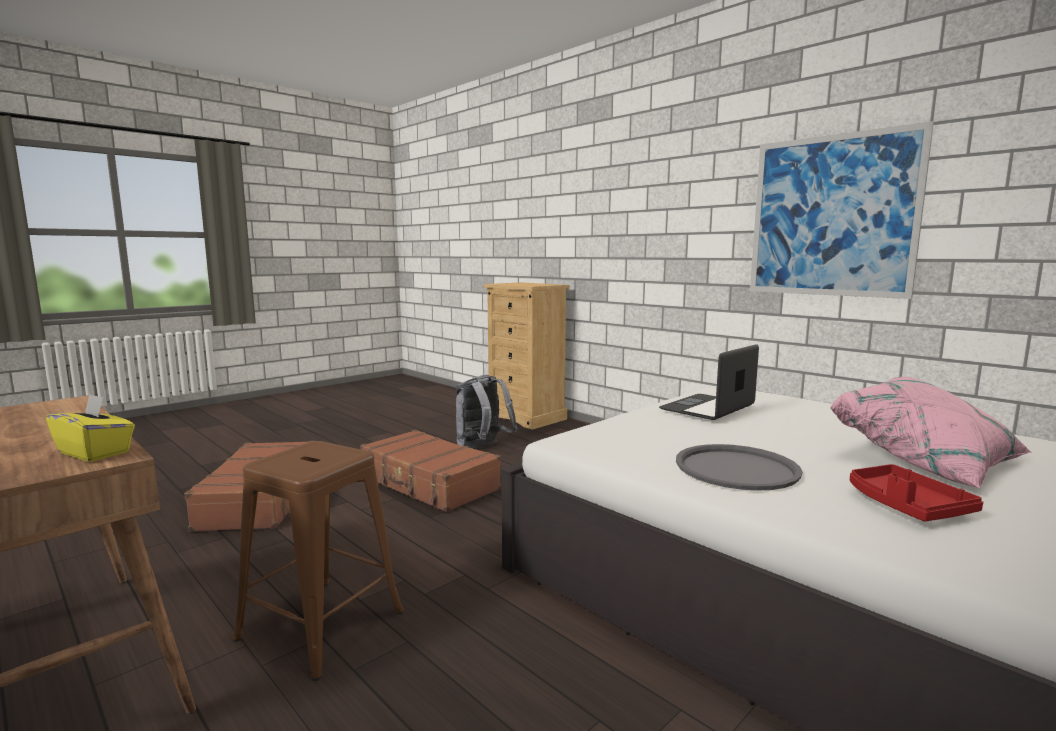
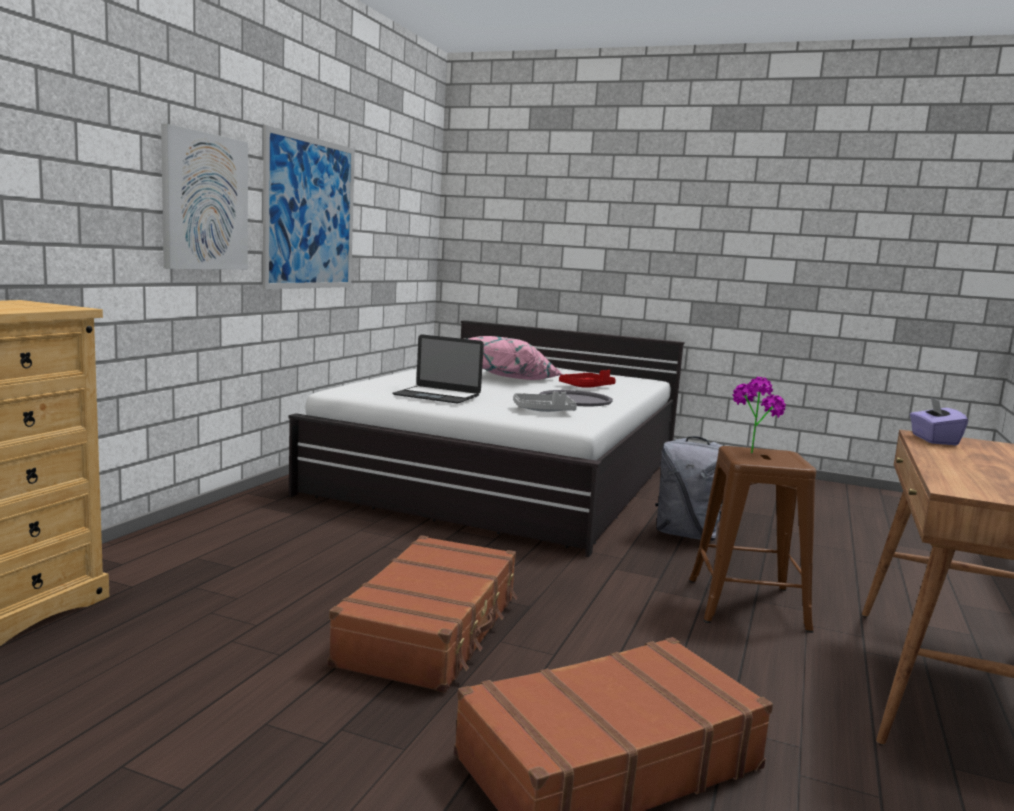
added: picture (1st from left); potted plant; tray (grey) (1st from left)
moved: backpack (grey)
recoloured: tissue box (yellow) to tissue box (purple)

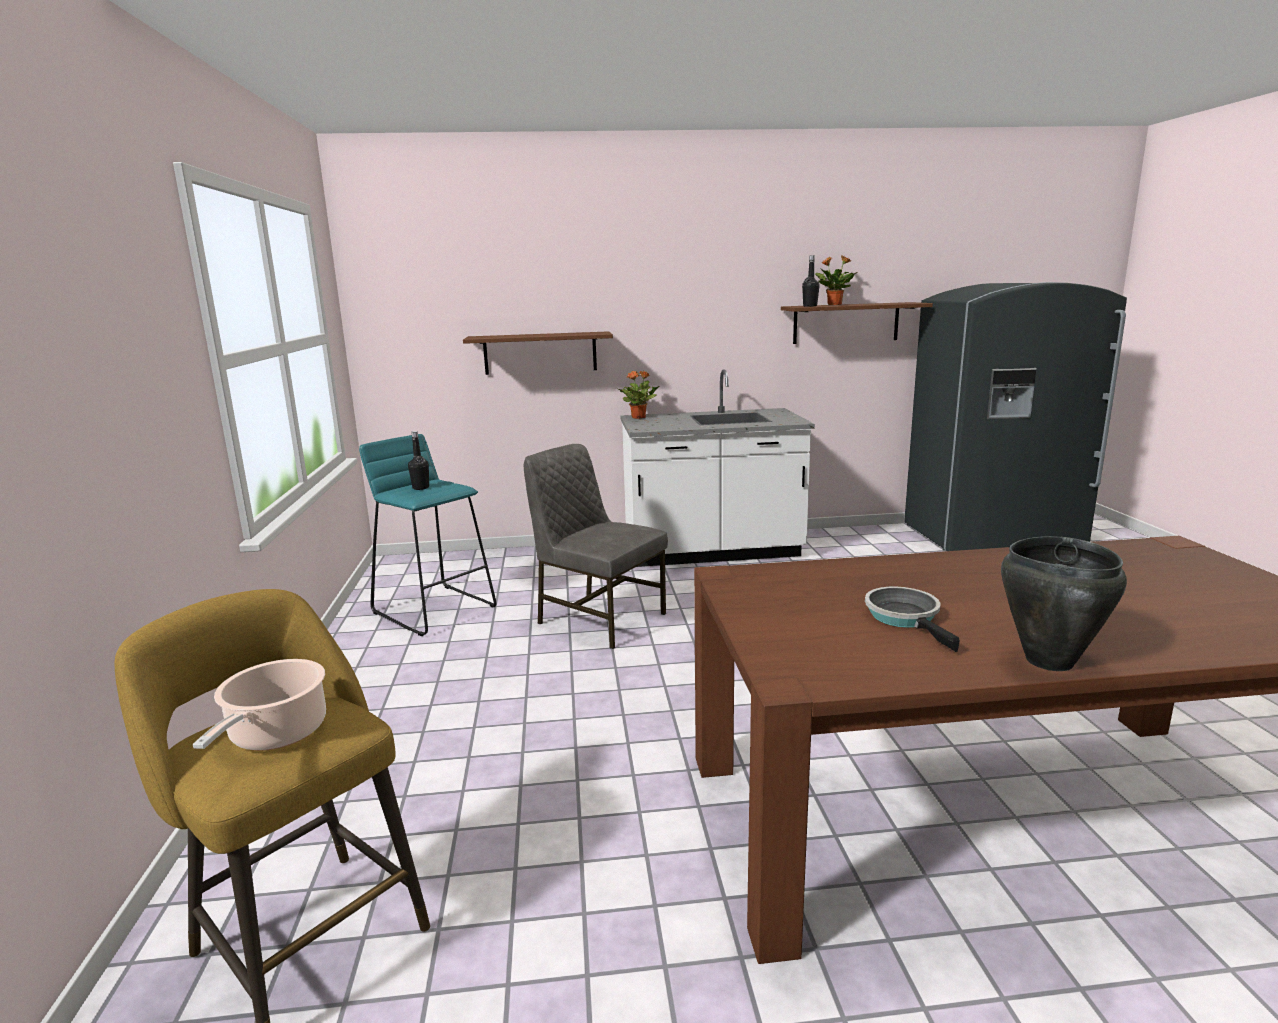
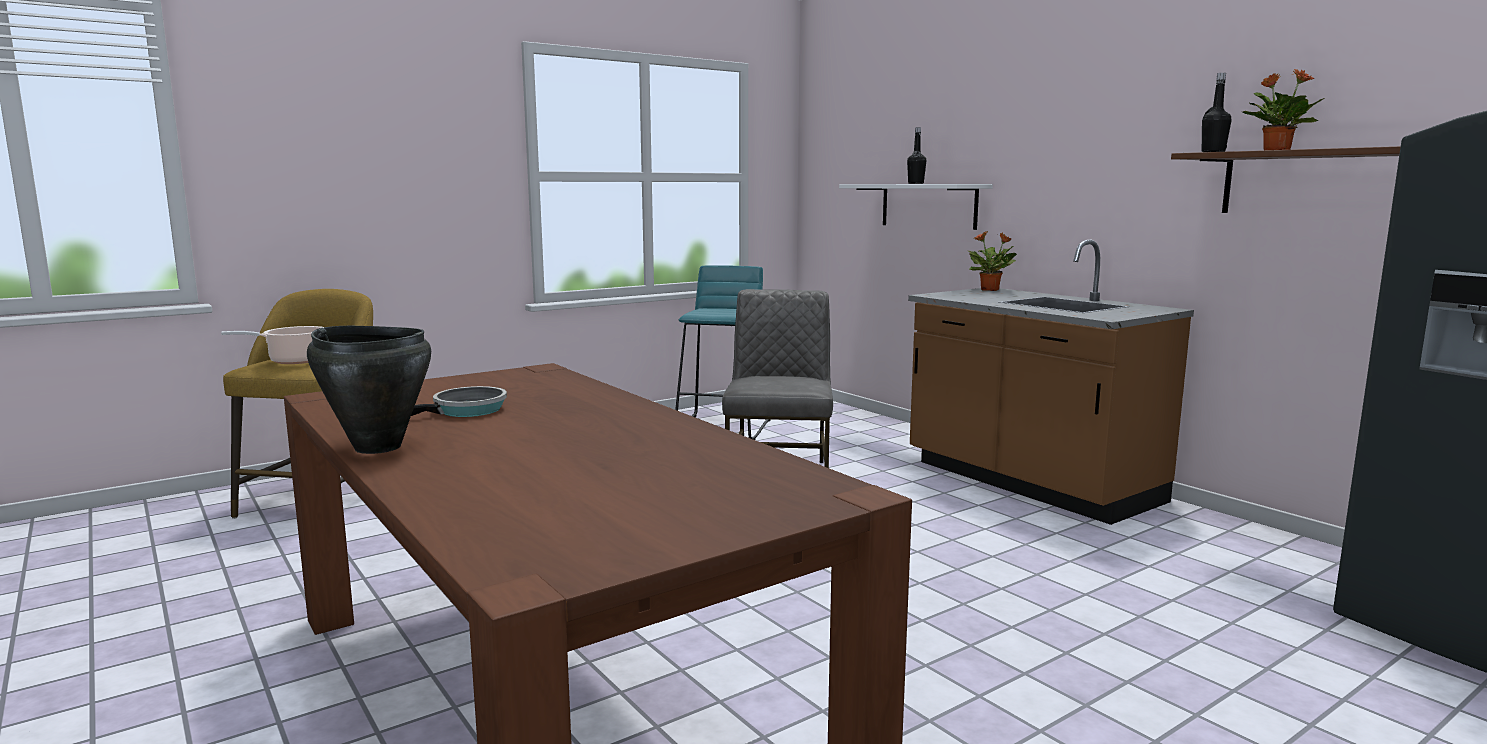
moved: bottle (black) (1st from left)
recoloured: shelf (brown) (1st from left) to shelf (white); counter (white) to counter (brown)

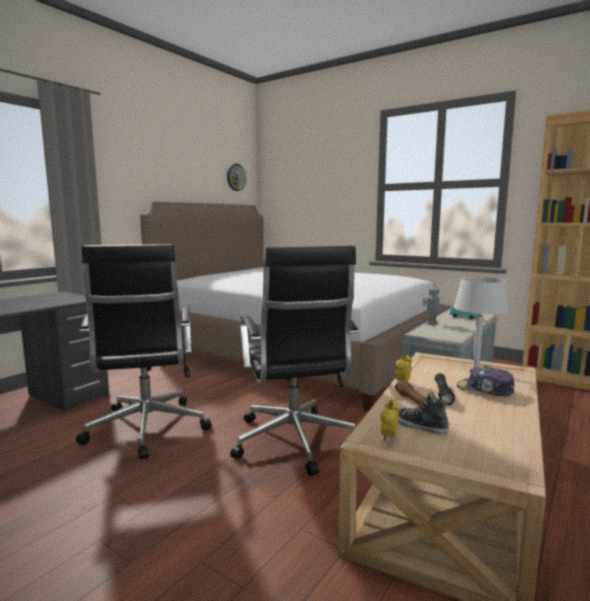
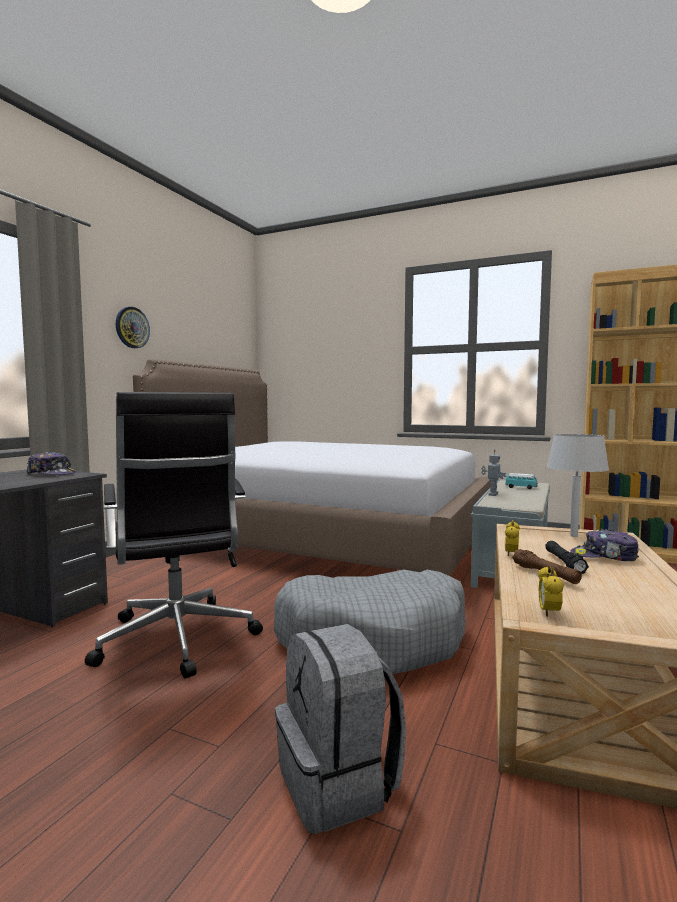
removed: shoe
added: cap (1st from left); backpack (grey)
moved: wall clock
replaced: office chair (black) (2nd from left) to dog bed (grey)

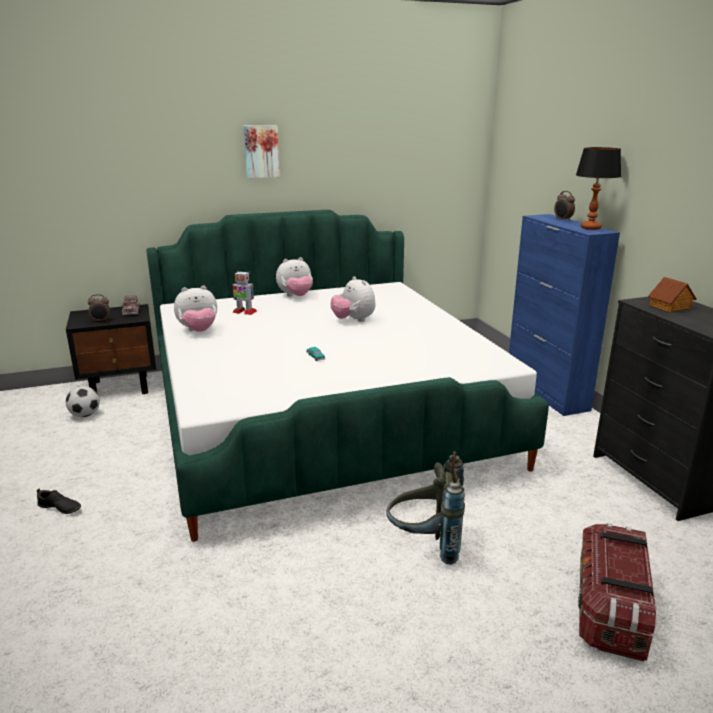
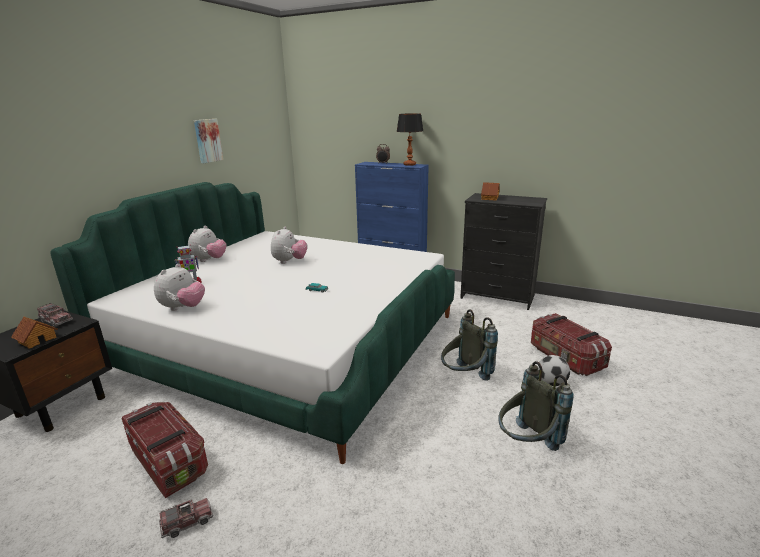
added: backpack (grey) (2nd from left); storage box (1st from left)
moved: picture; football
replaced: alarm clock (1st from left) to toy house (1st from left); shoe (black) to toy truck (2nd from left)
turned: plush toy (3rd from left) 90 degrees counterclockwise

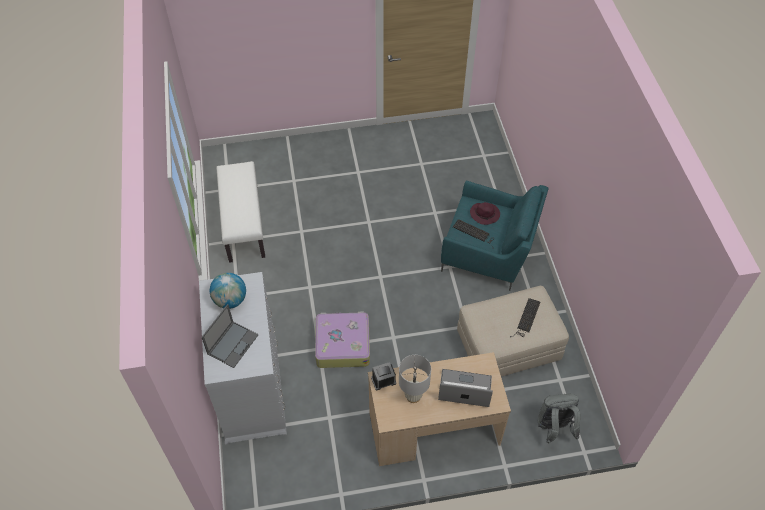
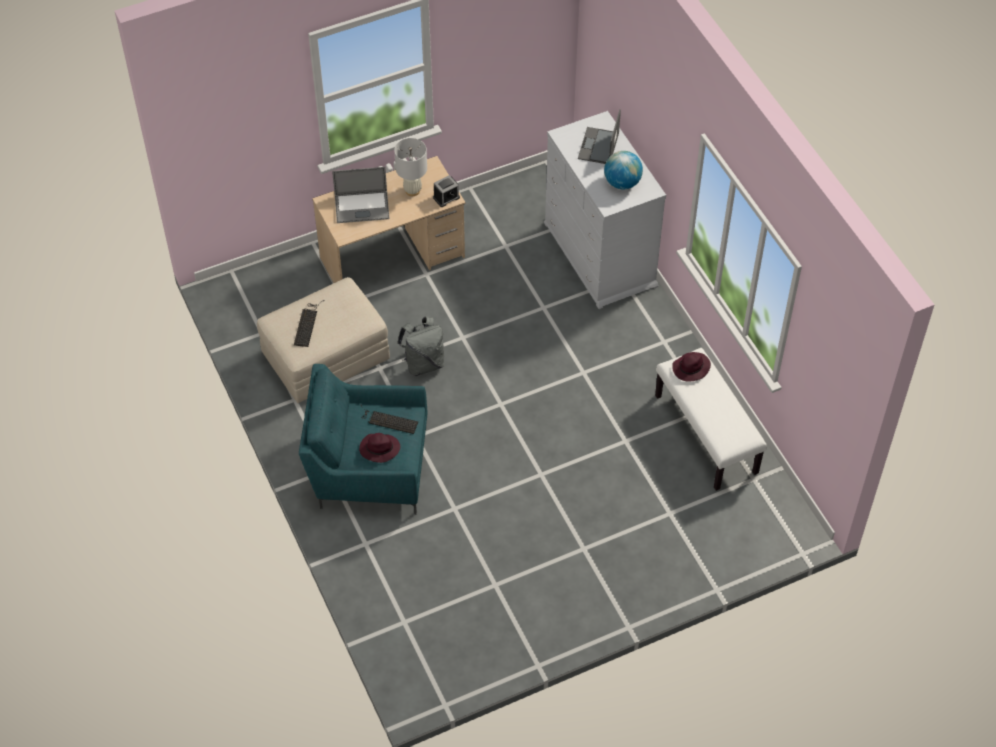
removed: suitcase
added: hat (purple) (2nd from left)
moved: backpack (grey)

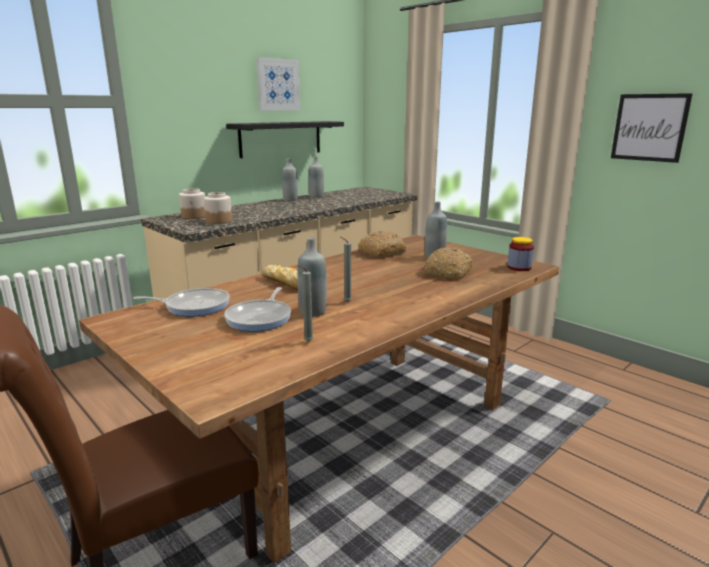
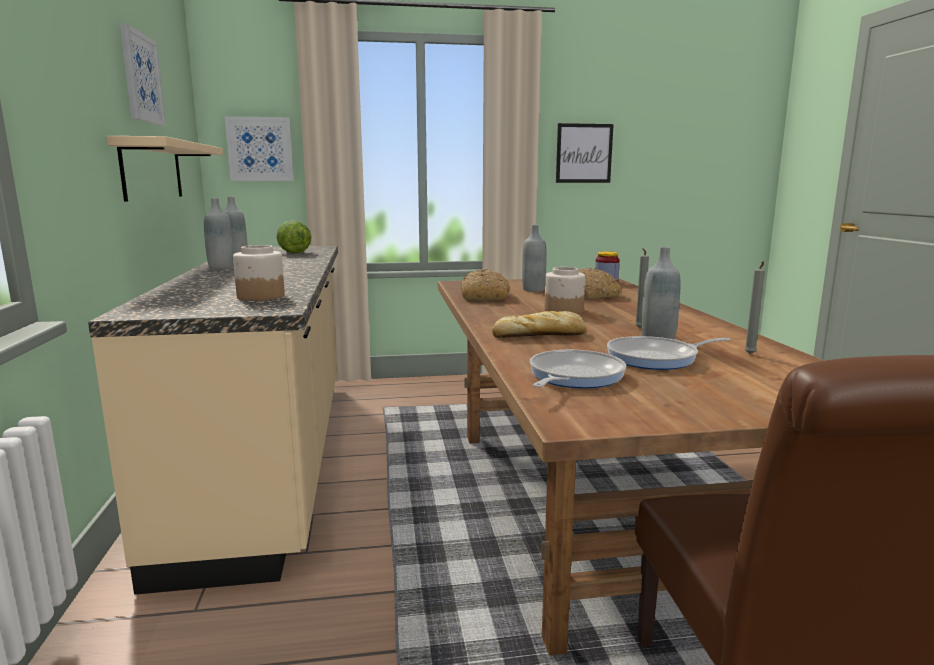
added: picture (2nd from left); lettuce
moved: jar (1st from left in the first image) to jar (2nd from left)
recoloured: shelf (black) to shelf (beige)
turned: frying pan (2nd from left) 120 degrees clockwise

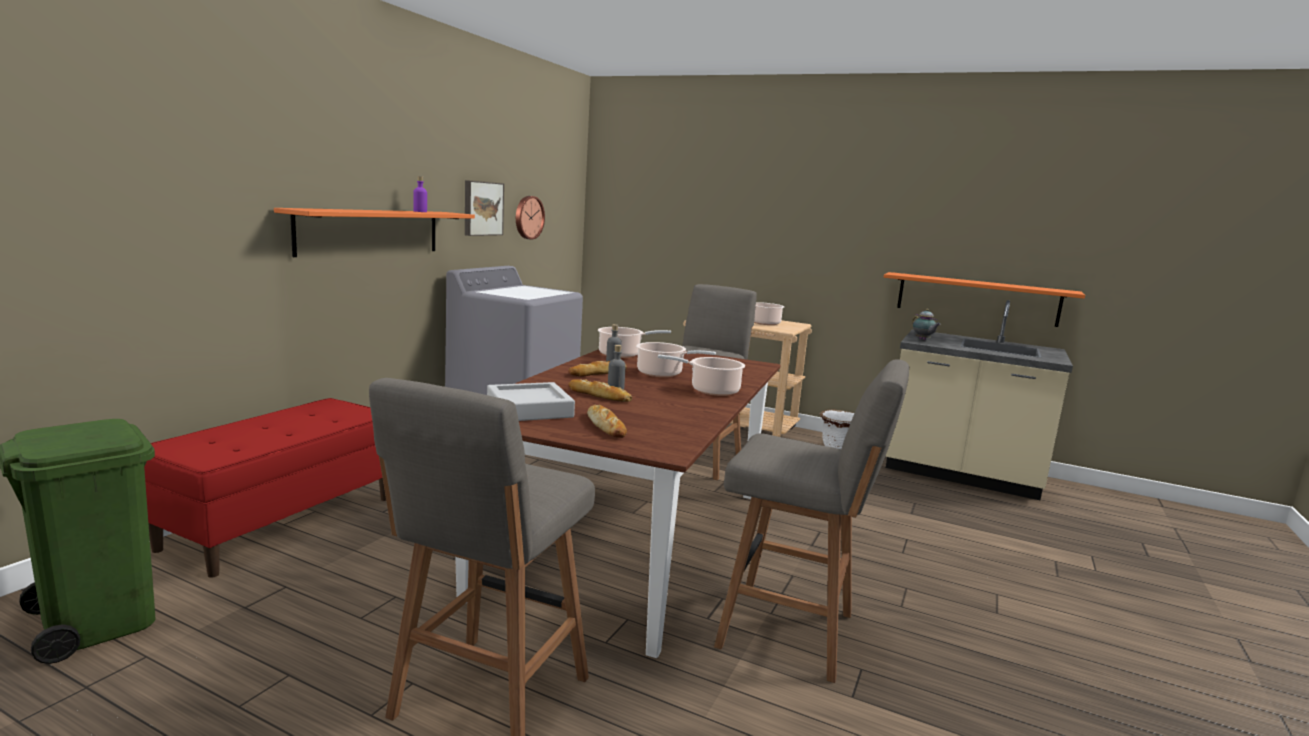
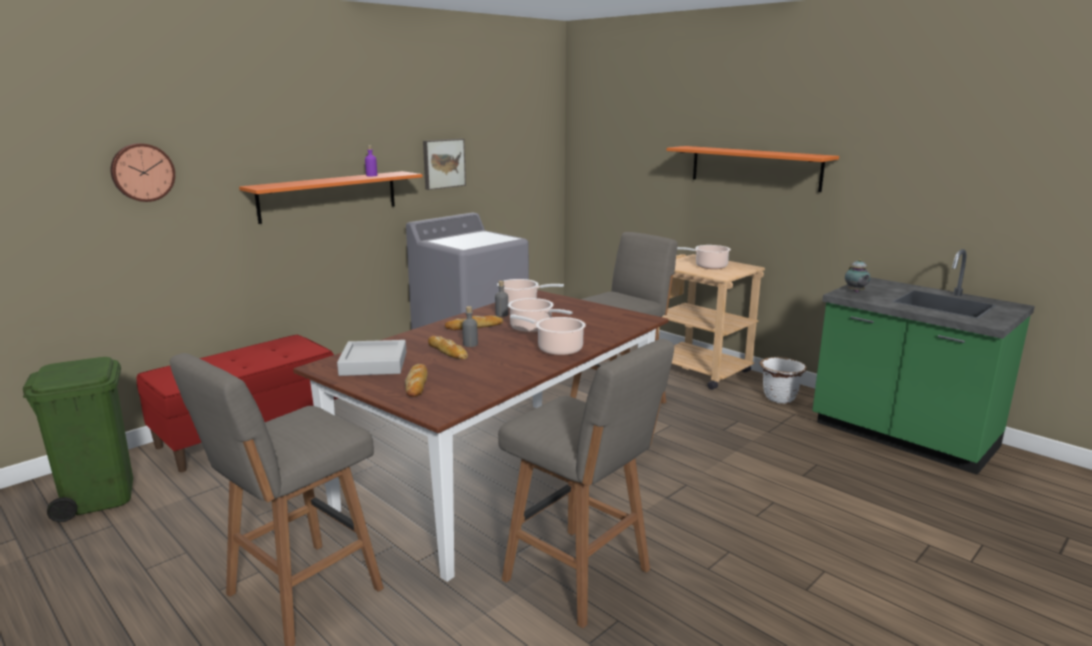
moved: wall clock; shelf (orange) (2nd from left)
recoloured: counter (beige) to counter (green)

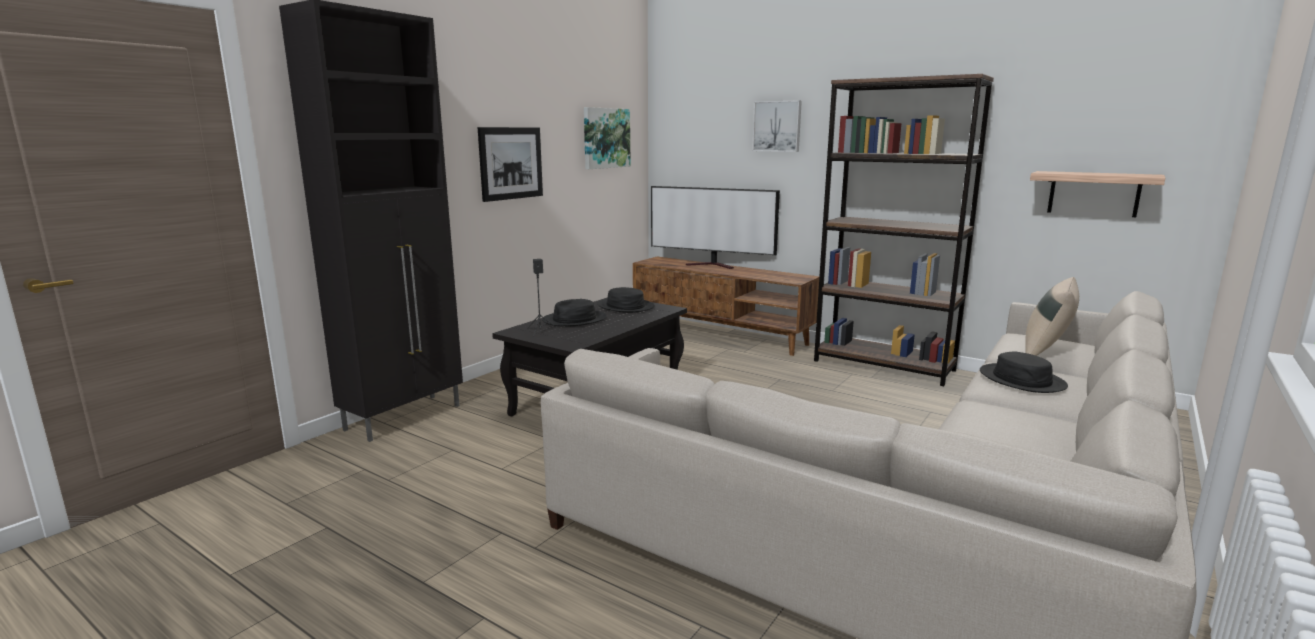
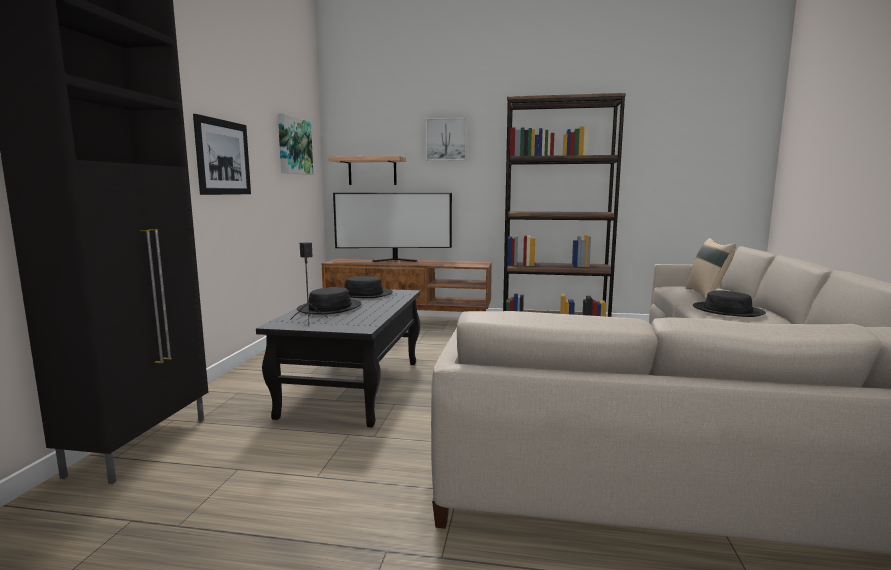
moved: shelf

